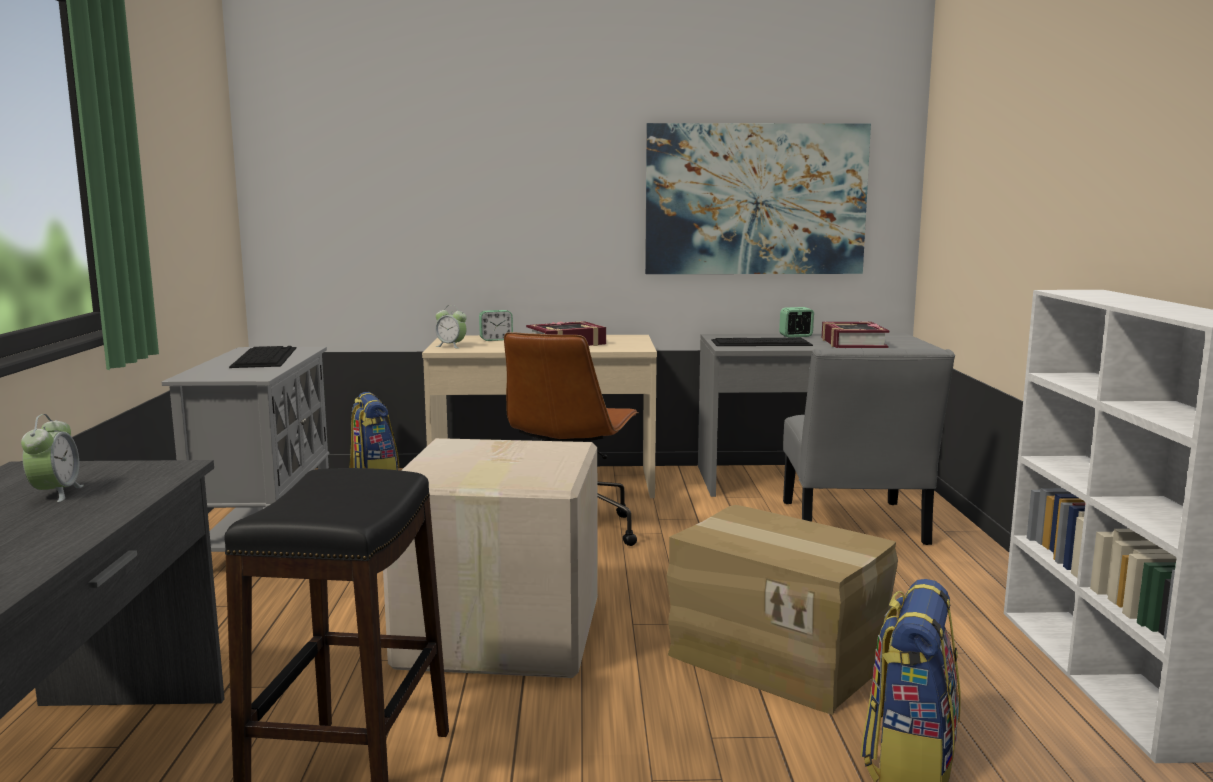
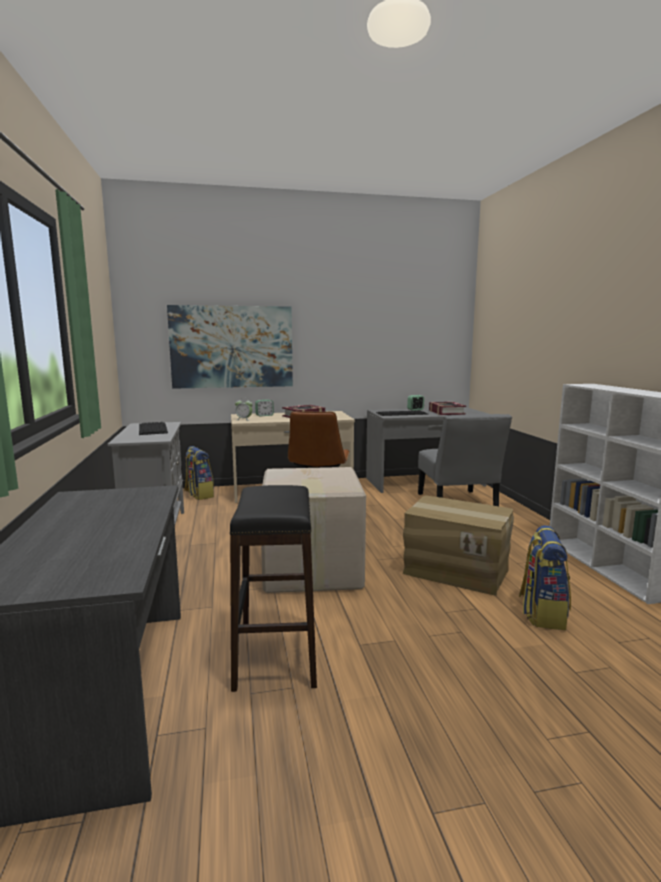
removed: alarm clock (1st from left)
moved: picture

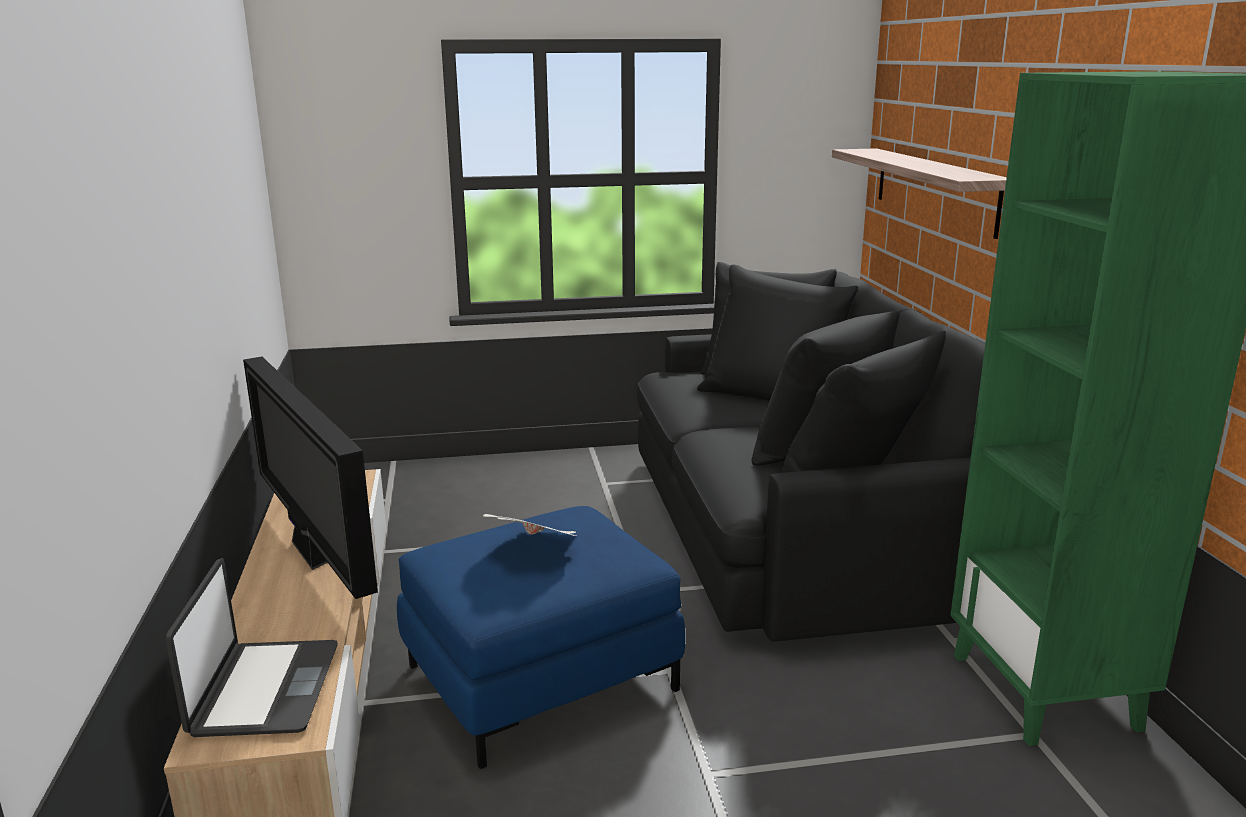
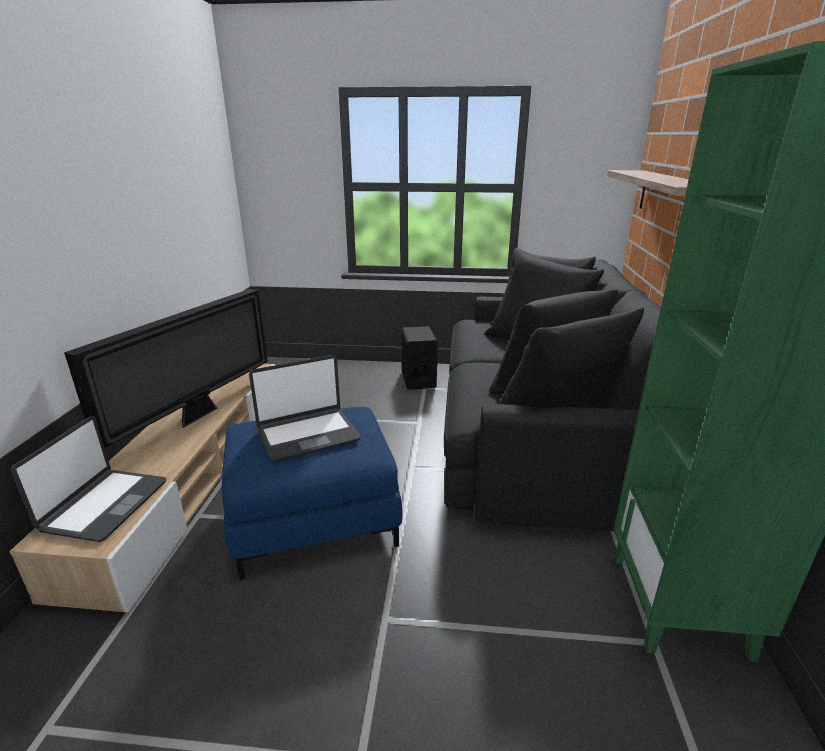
added: speaker (black)
replaced: newspaper to laptop (2nd from left)
turned: television 135 degrees counterclockwise

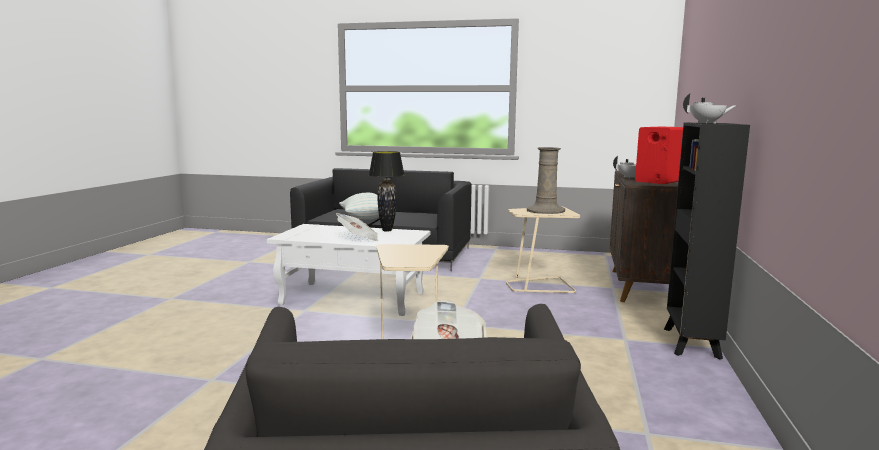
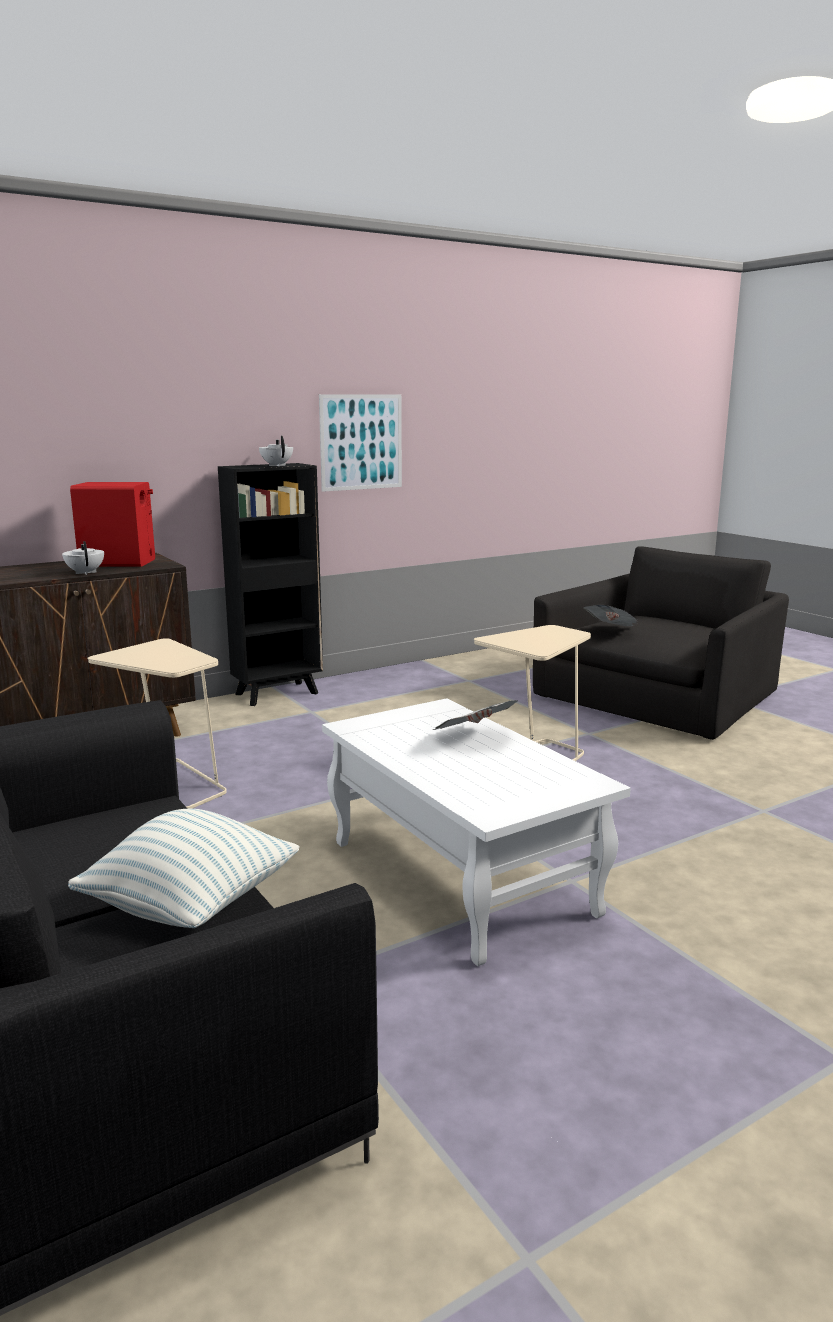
removed: vase (beige); table lamp (black)
added: picture

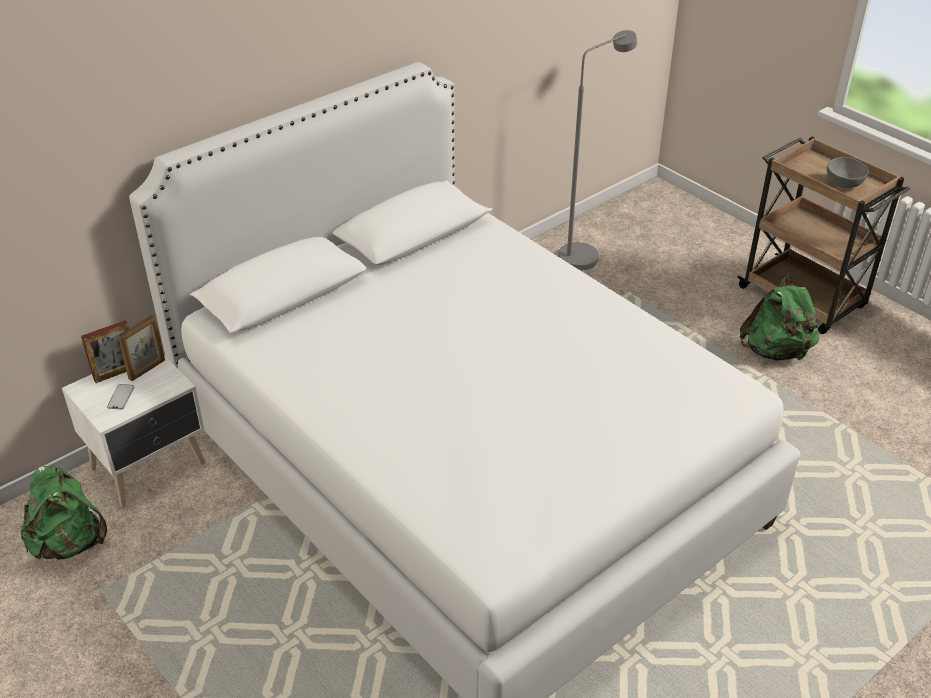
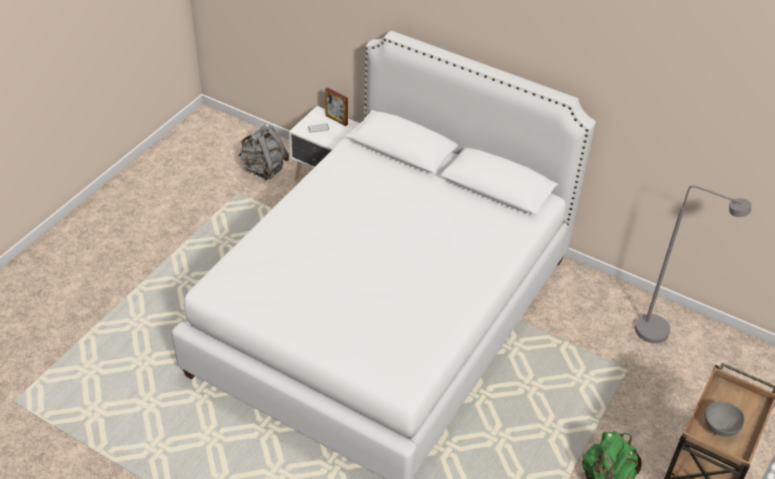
removed: picture frame (2nd from left)
recoloured: backpack (green) (1st from left) to backpack (grey)

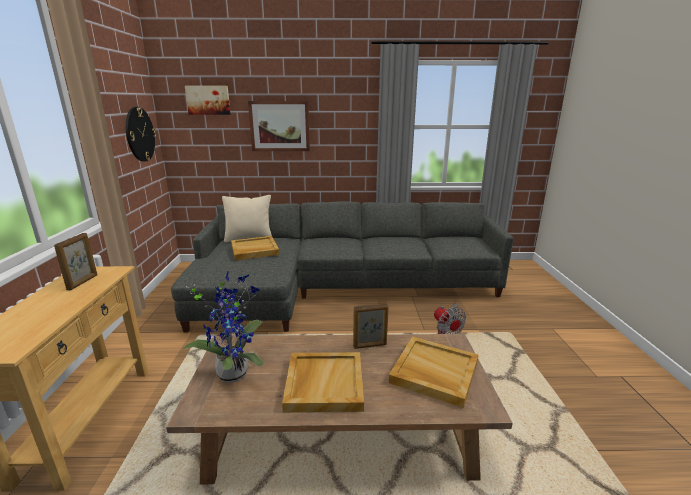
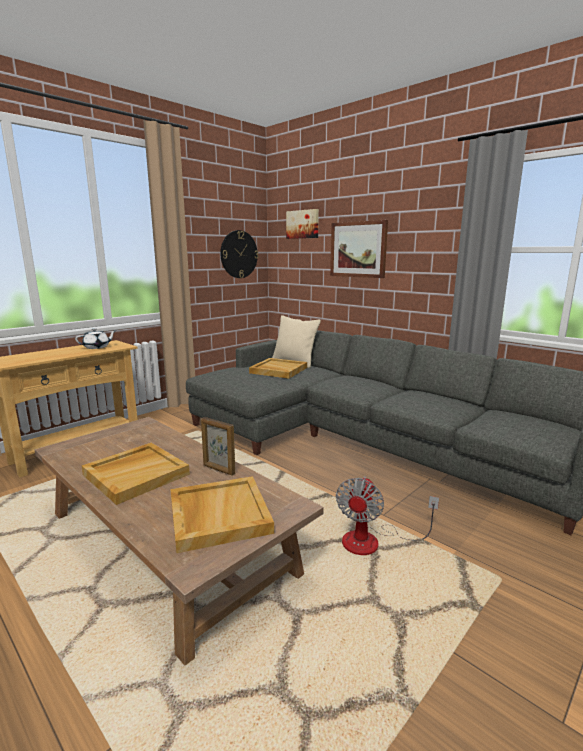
removed: potted plant
replaced: picture frame (1st from left) to teapot (white)

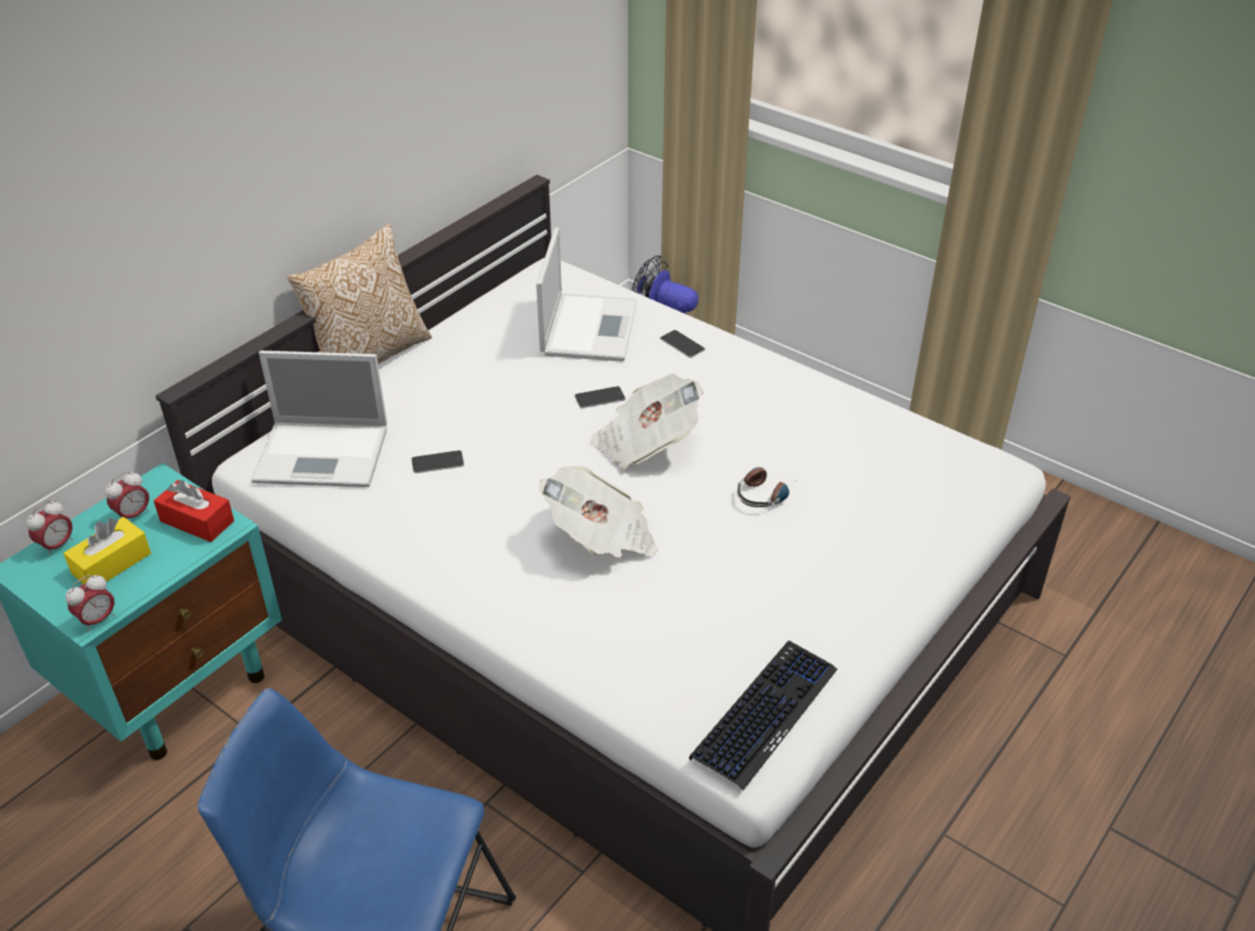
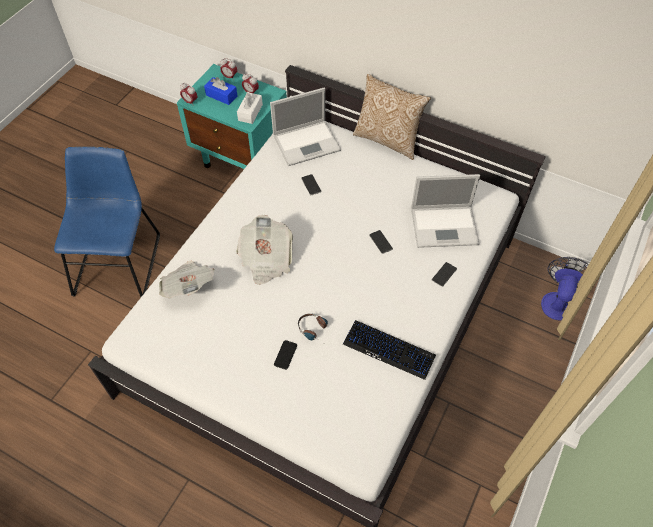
added: phone (1st from left)
moved: newspaper (2nd from left in the first image) to newspaper (1st from left); keyboard
recoloured: tissue box (red) to tissue box (white); tissue box (yellow) to tissue box (blue)
turned: laptop (1st from left) 105 degrees counterclockwise

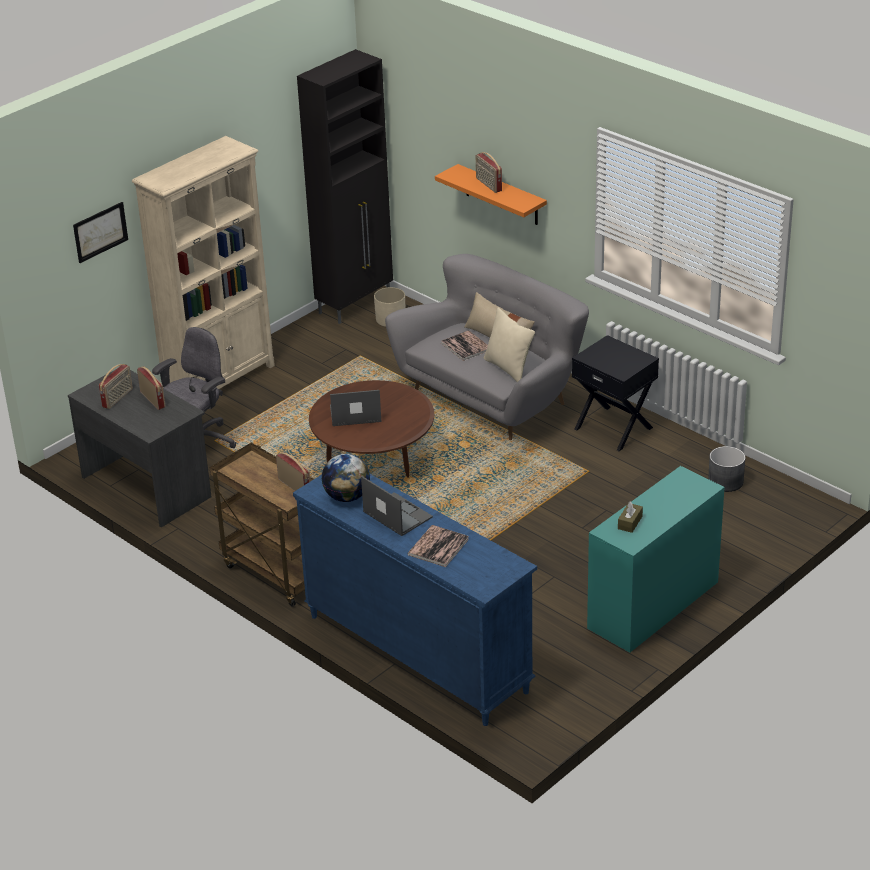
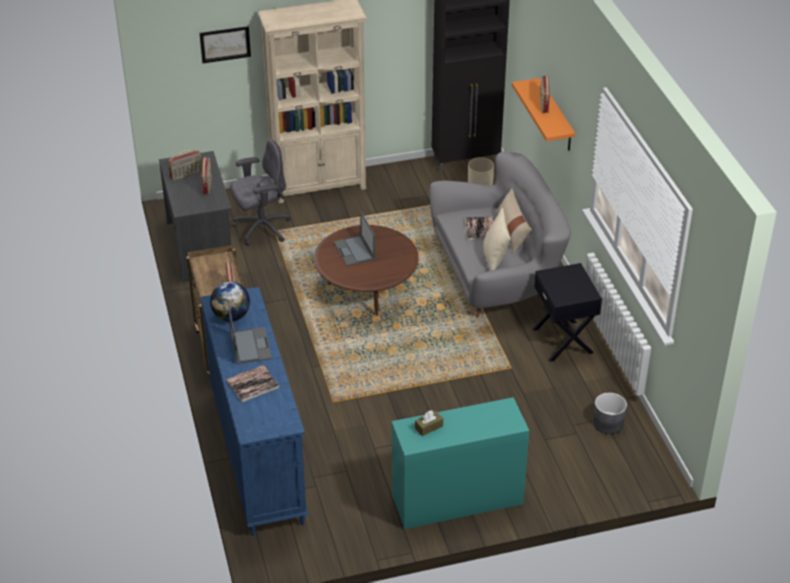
turned: laptop (1st from left in the first image) 135 degrees counterclockwise

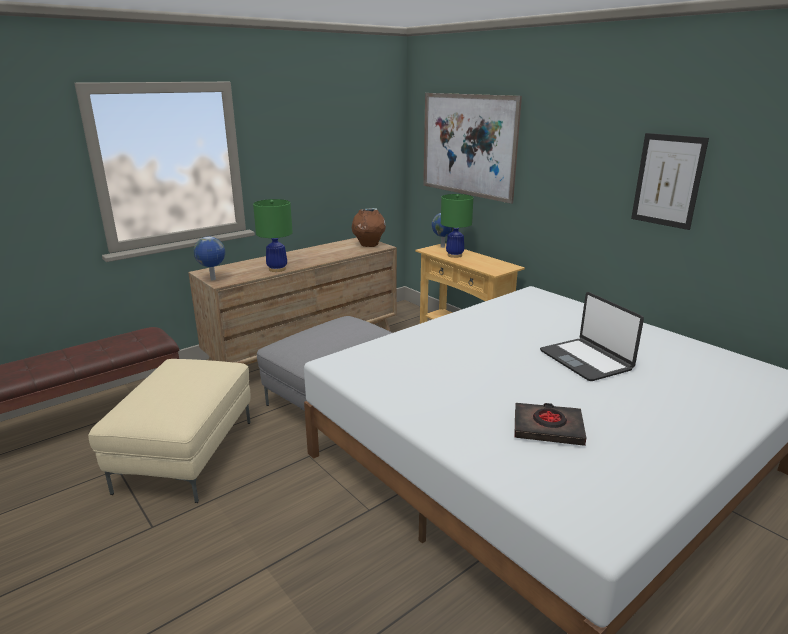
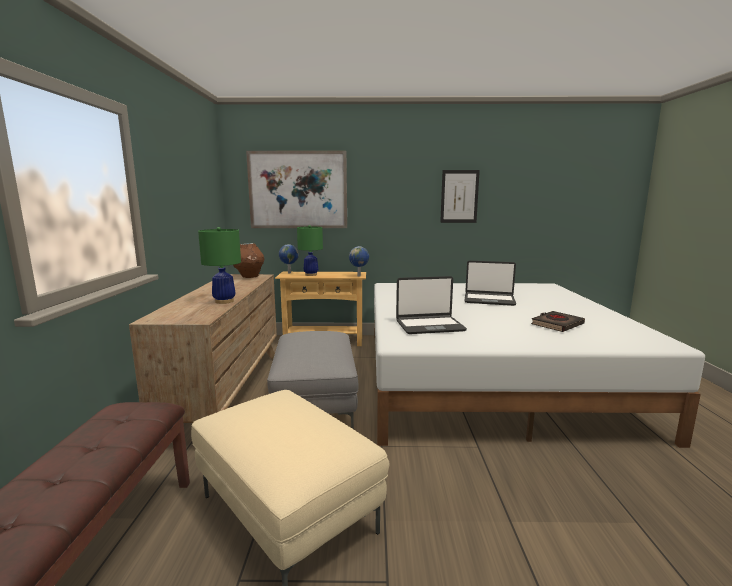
added: laptop (1st from left)
moved: globe (1st from left in the first image) to globe (2nd from left)

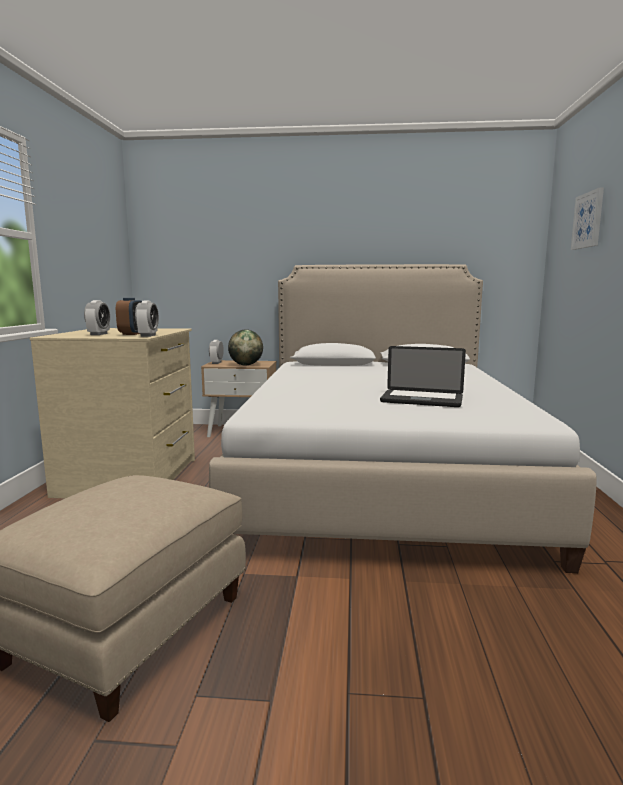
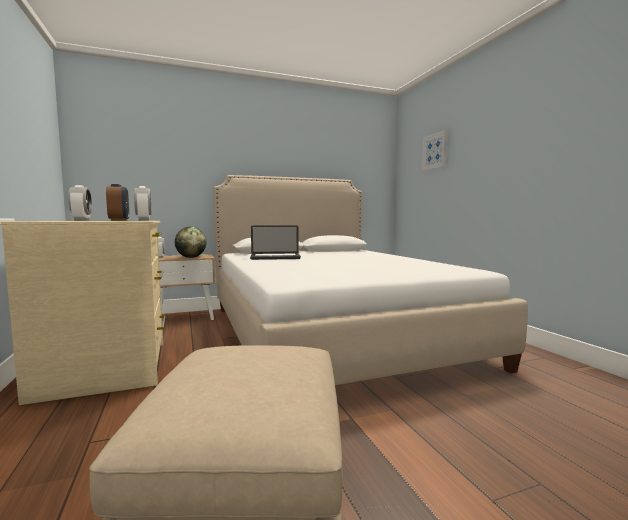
moved: laptop

